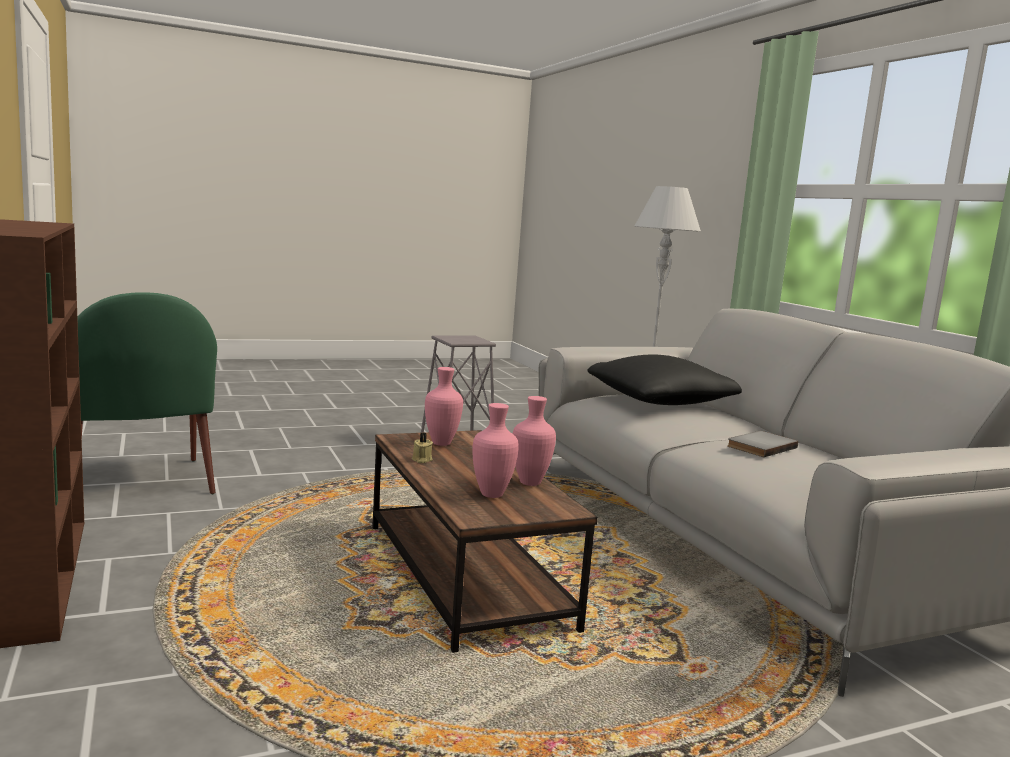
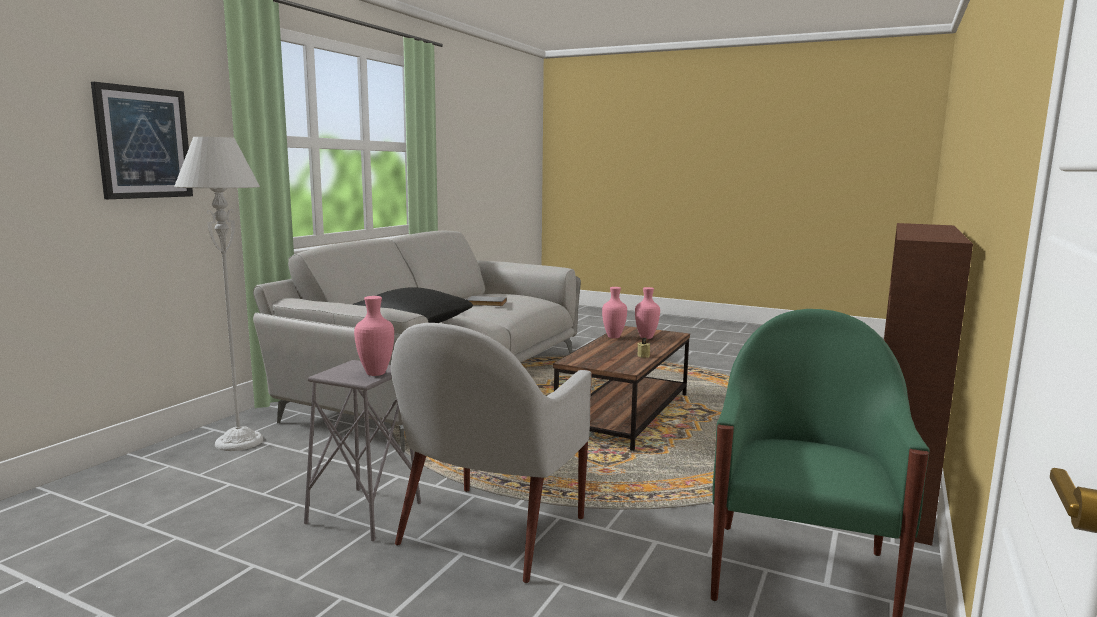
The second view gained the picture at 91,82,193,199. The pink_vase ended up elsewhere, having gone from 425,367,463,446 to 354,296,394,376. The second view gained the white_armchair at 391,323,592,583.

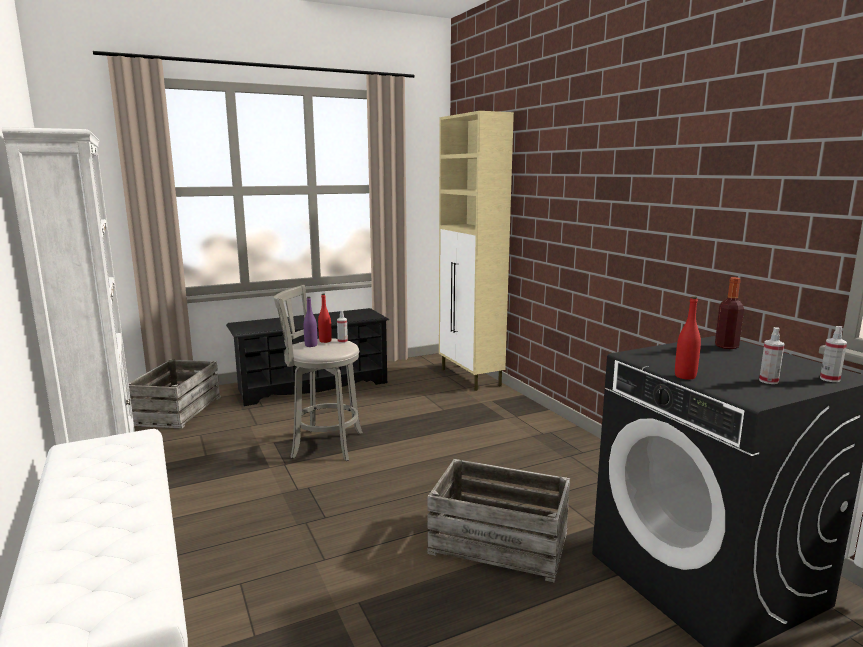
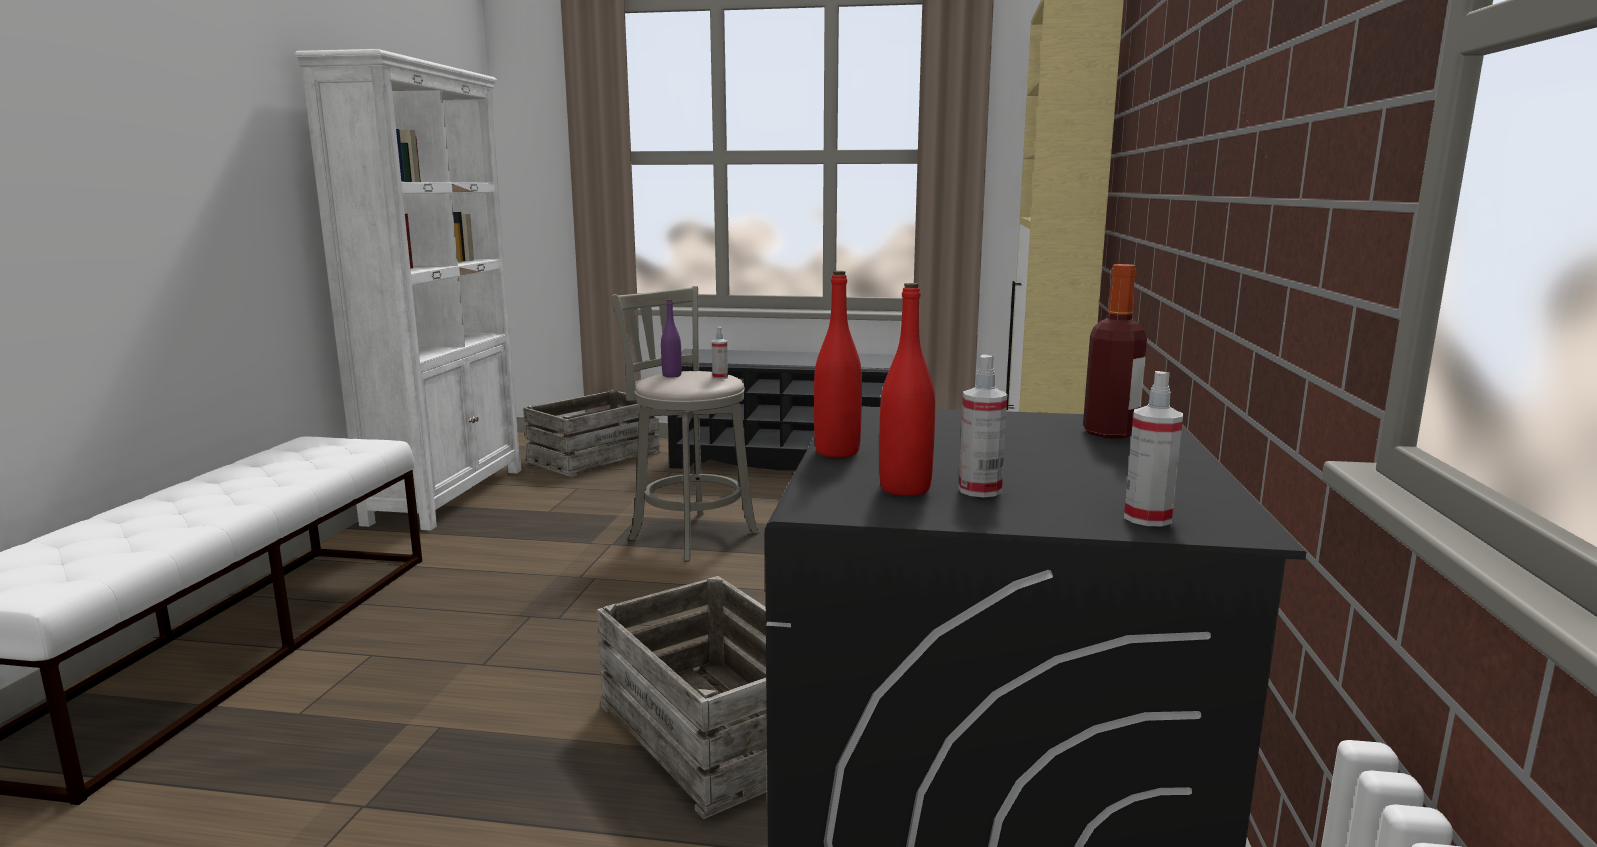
The red_bottle ended up elsewhere, having gone from 318,294,332,343 to 879,283,935,496.

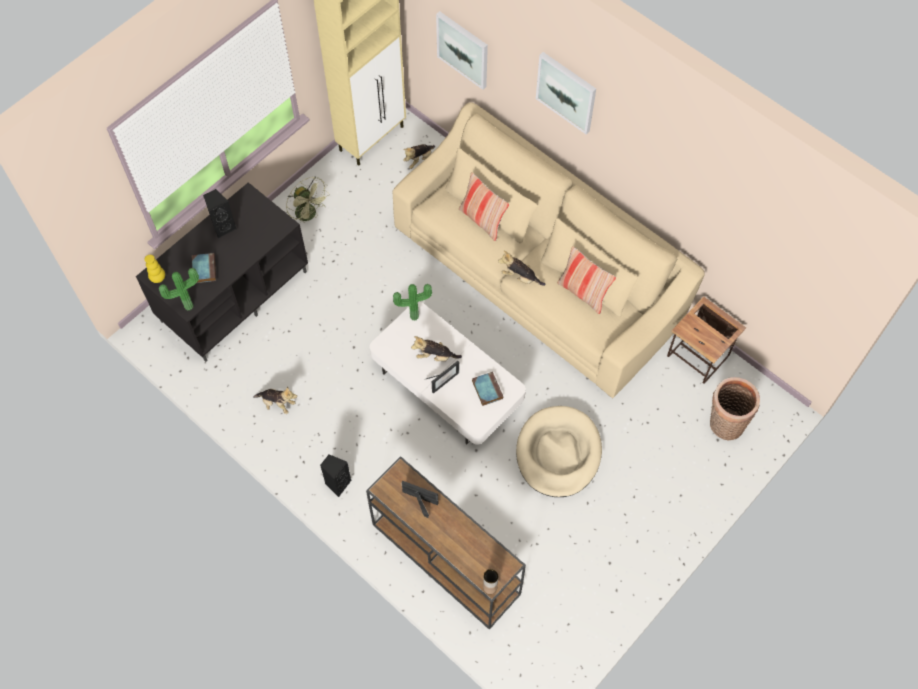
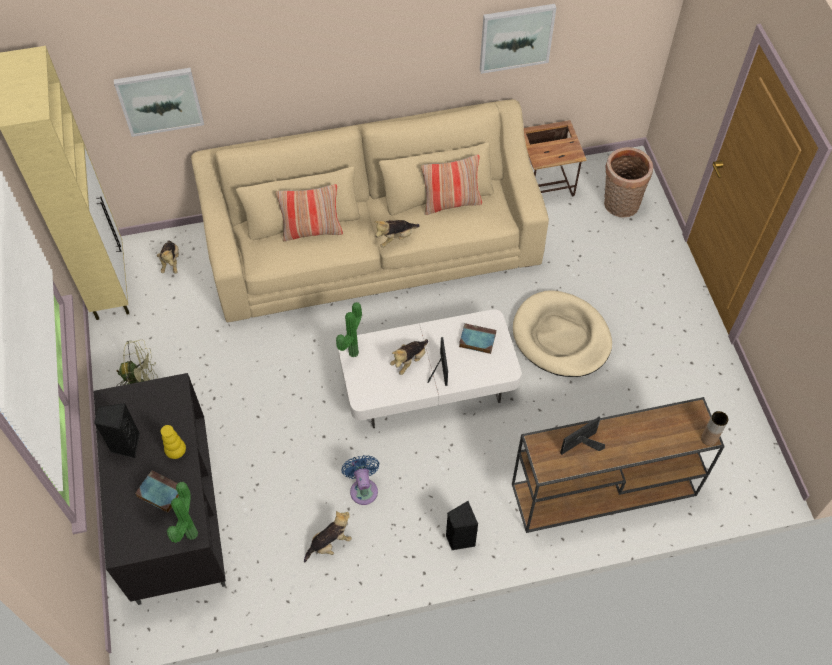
The yellow_vase ended up elsewhere, having gone from 145,255,165,283 to 161,425,186,459. The second view gained the blue_fan at 342,455,379,505. The picture ended up elsewhere, having gone from 536,52,596,135 to 480,4,556,74.

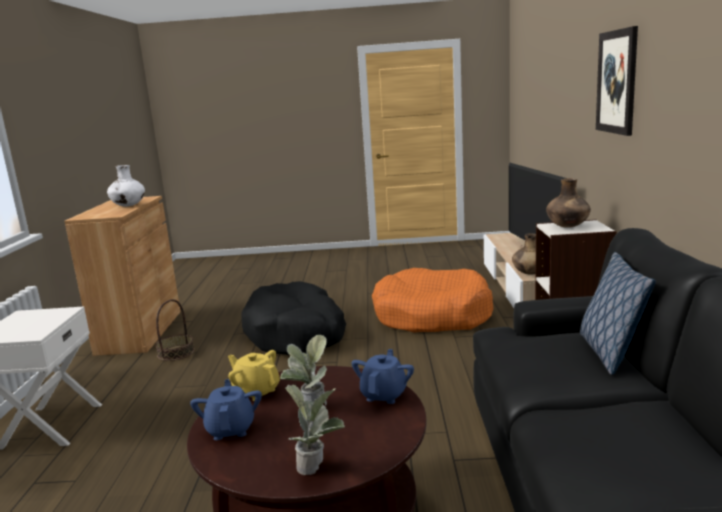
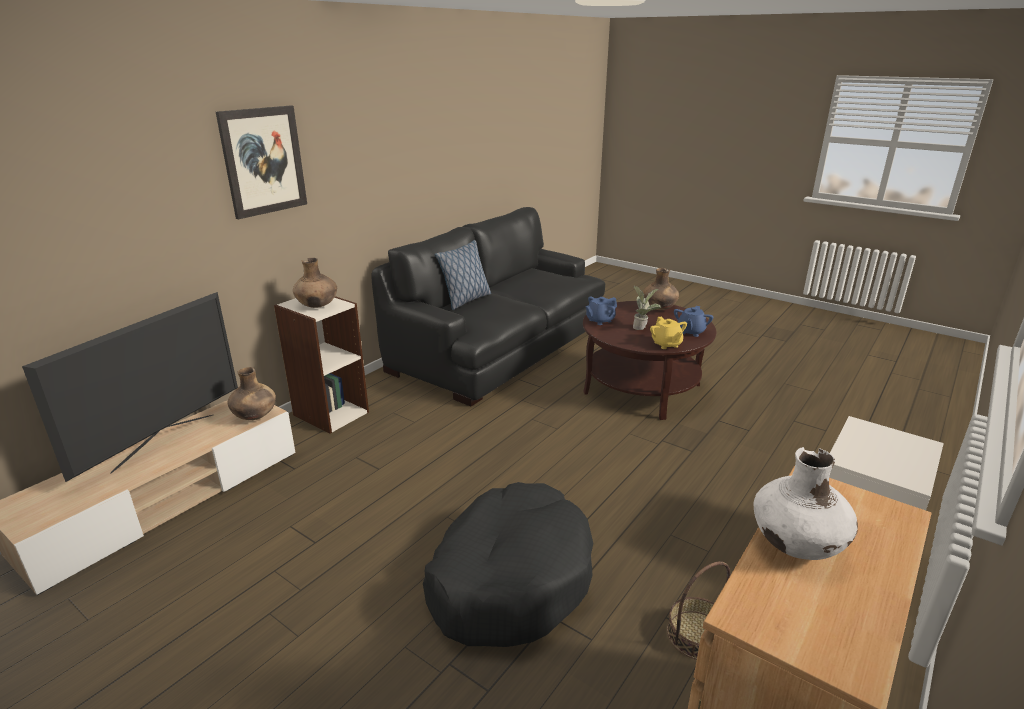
Where the potted_plant stood at 285,383,345,475, the brown_vase came to stand at 643,268,679,310. The second view lost the orange_dog_bed at 372,268,494,333.

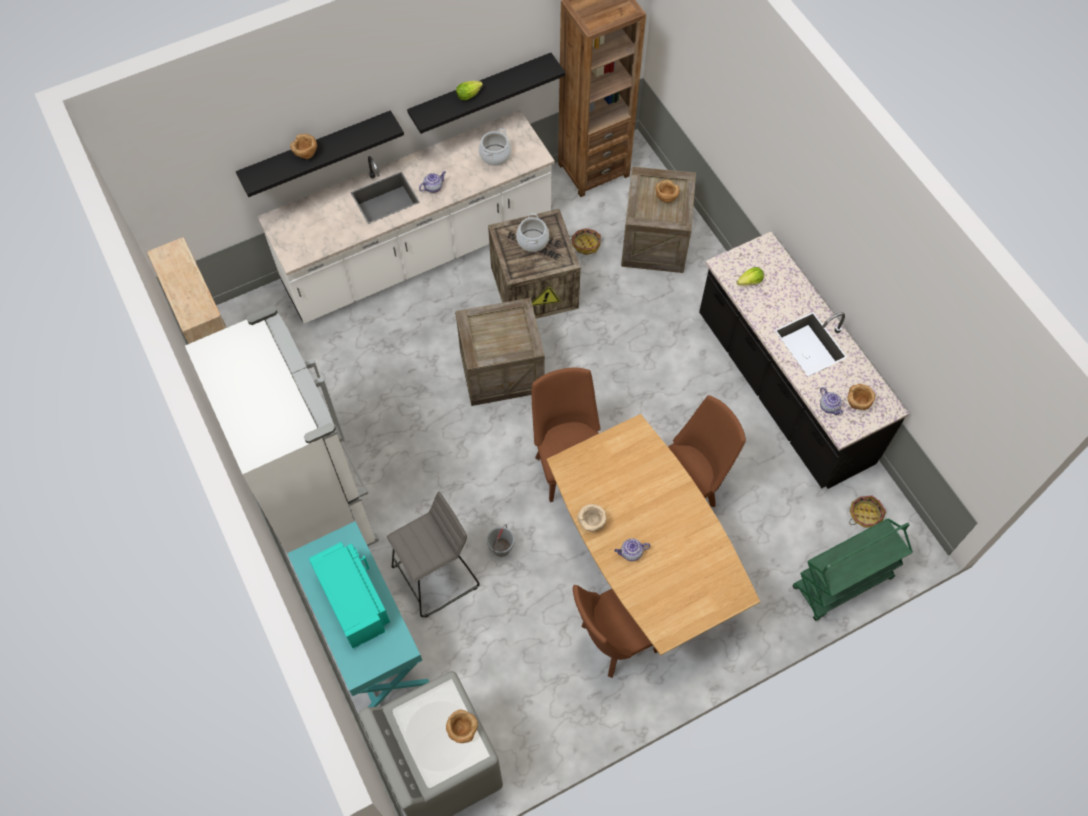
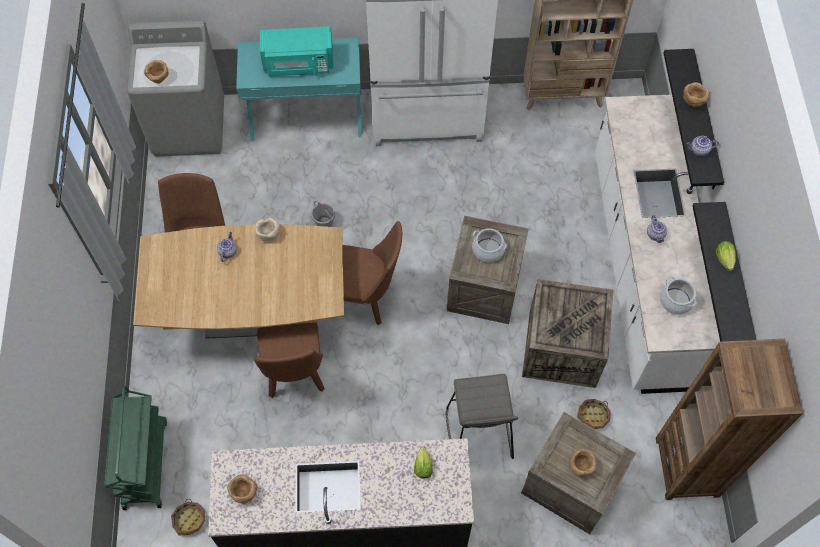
The grey_stool ended up elsewhere, having gone from 387,492,480,618 to 445,374,518,459. The cooking_pot ended up elsewhere, having gone from 516,213,549,252 to 472,228,507,262. The teapot ended up elsewhere, having gone from 820,387,844,415 to 686,136,719,157.

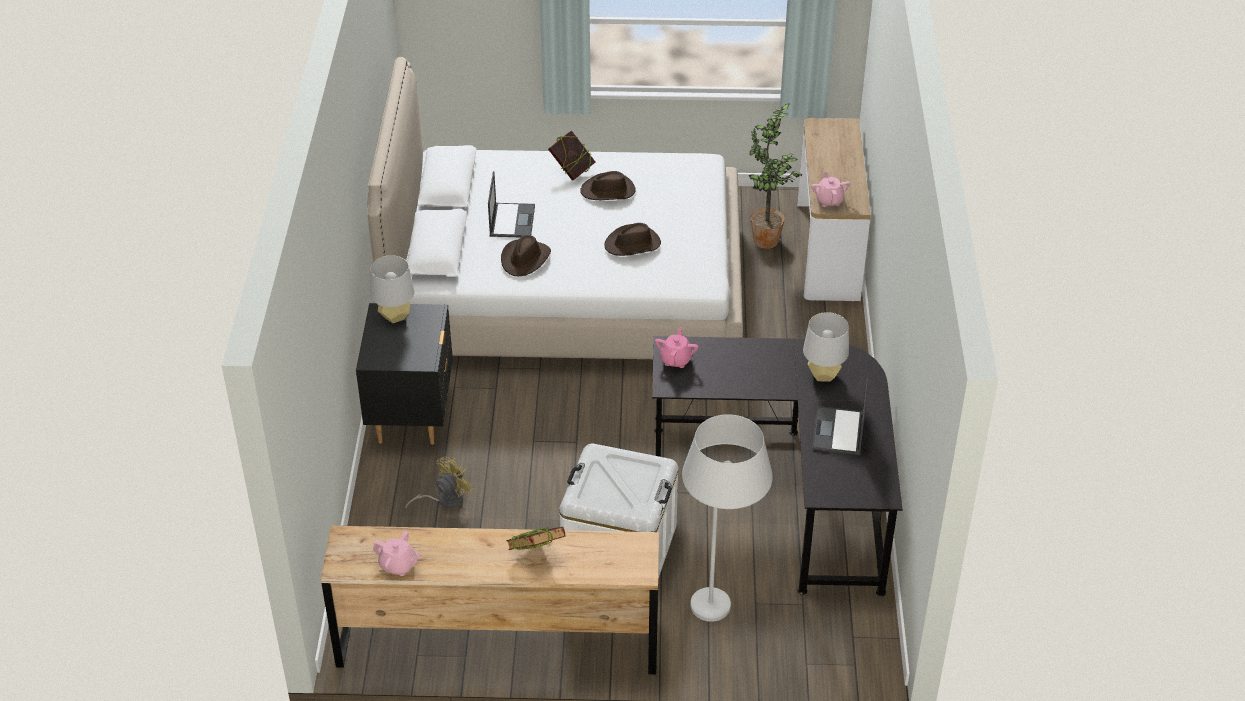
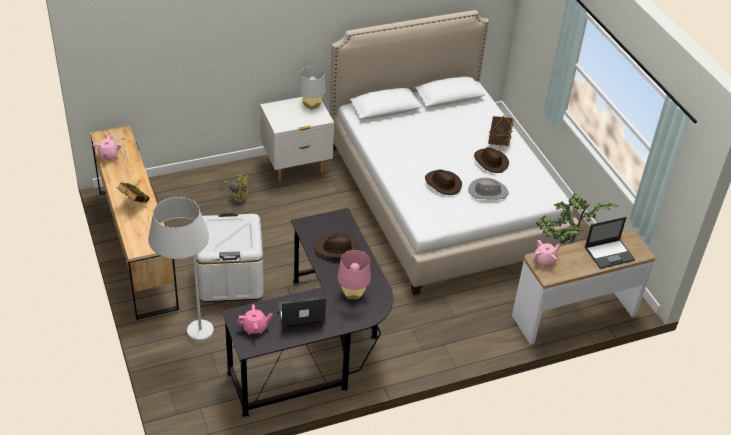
The pink_teapot ended up elsewhere, having gone from 655,327,698,368 to 237,304,273,334. What was the black_nightstand at 356,303,453,445 turned into the white_nightstand at 260,97,334,181. The brown_hat ended up elsewhere, having gone from 501,235,551,276 to 315,233,359,258. What was the grey_table_lamp at 803,312,849,382 turned into the pink_table_lamp at 338,250,371,299. The second view gained the grey_hat at 468,178,509,200. The laptop ended up elsewhere, having gone from 488,171,535,237 to 585,217,635,269.

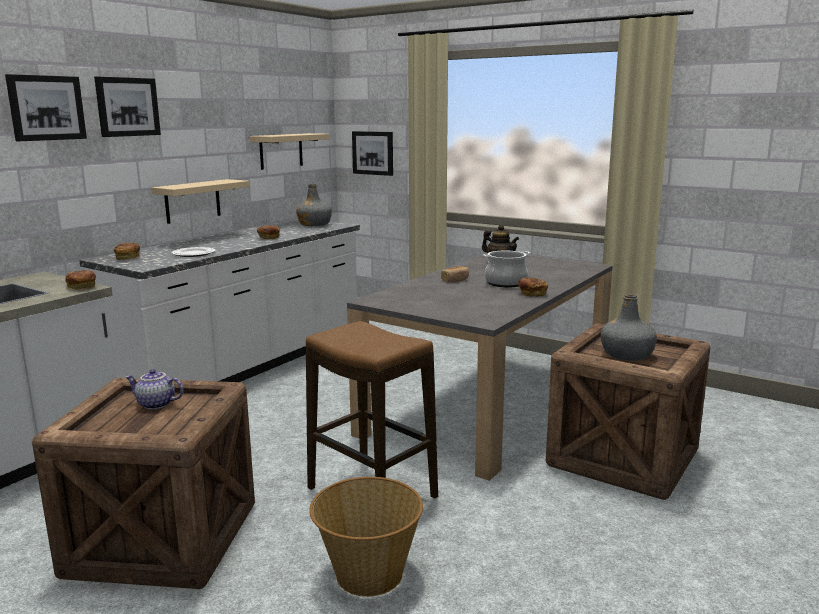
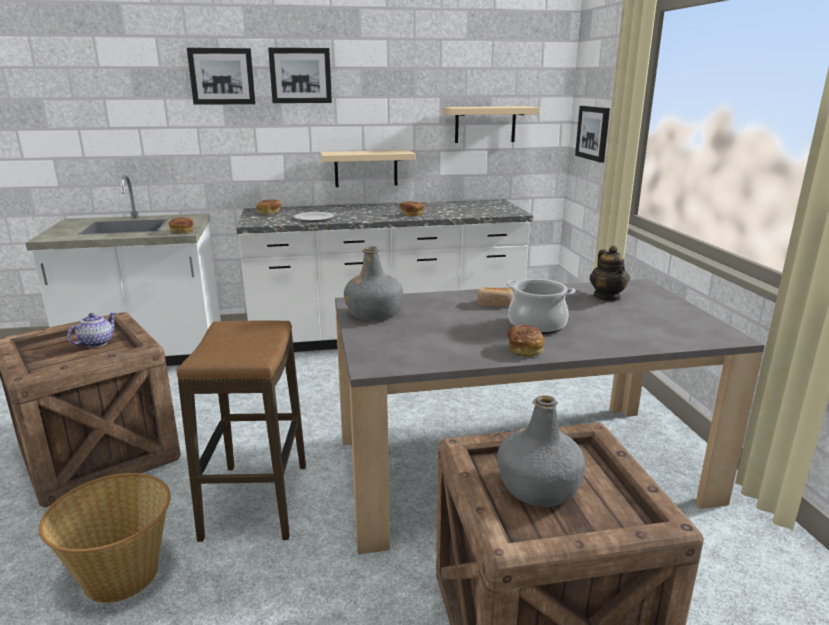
The teapot at 126,369,183,410 ended up facing another way, 60 degrees clockwise from before. The grey_bottle ended up elsewhere, having gone from 296,184,332,226 to 344,246,403,320.

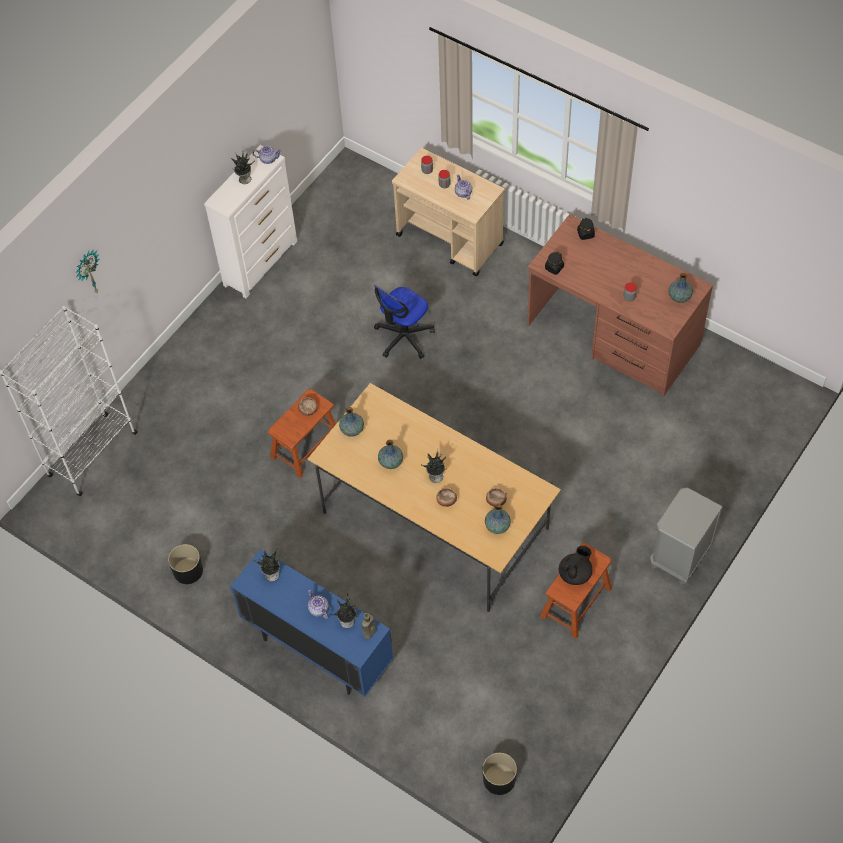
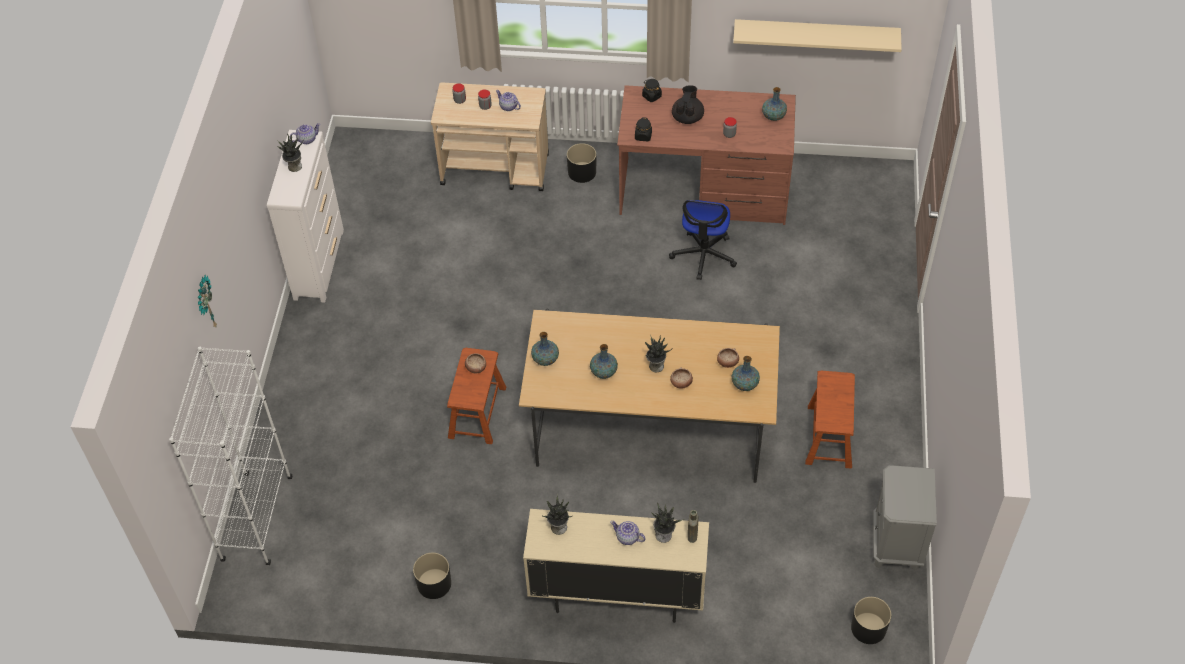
What was the blue_cabinet at 230,549,393,696 turned into the beige_cabinet at 523,509,709,623. The second view gained the black_planter at 567,143,596,183. The office_chair ended up elsewhere, having gone from 374,285,435,359 to 669,200,737,280. The black_teapot ended up elsewhere, having gone from 559,546,592,585 to 672,85,704,124. The second view gained the beige_shelf at 733,19,902,52. The grey_nightstand ended up elsewhere, having gone from 650,487,723,585 to 873,465,937,571.

